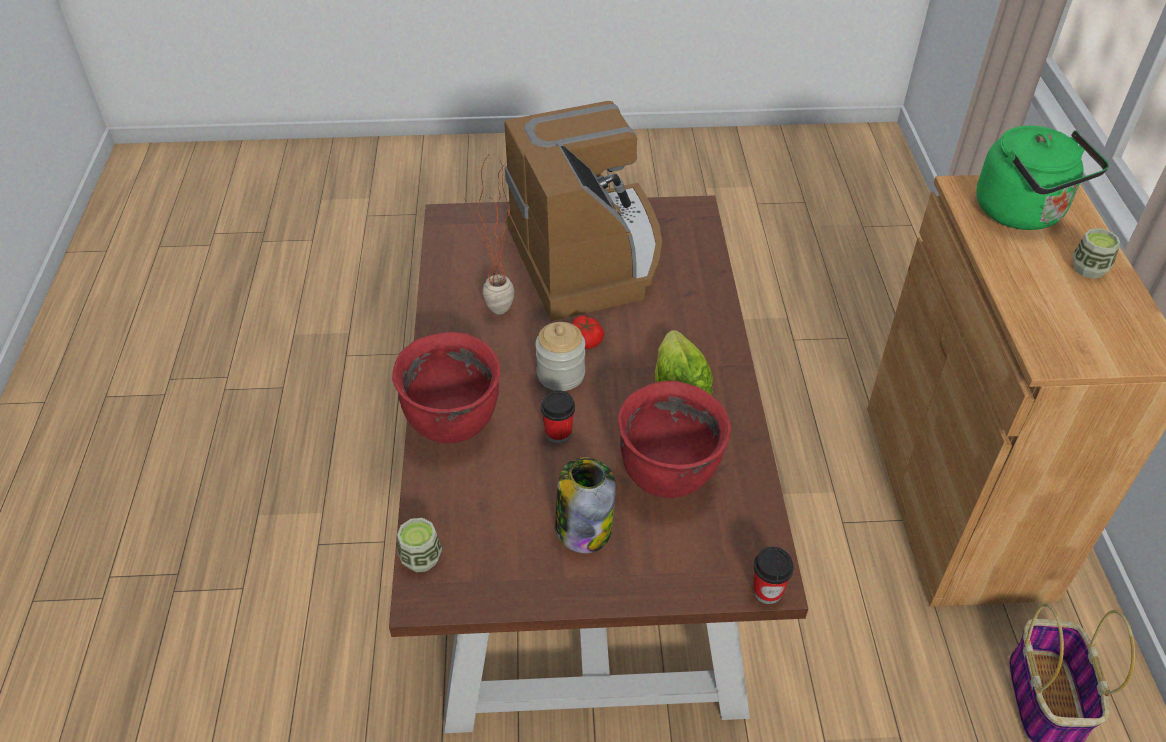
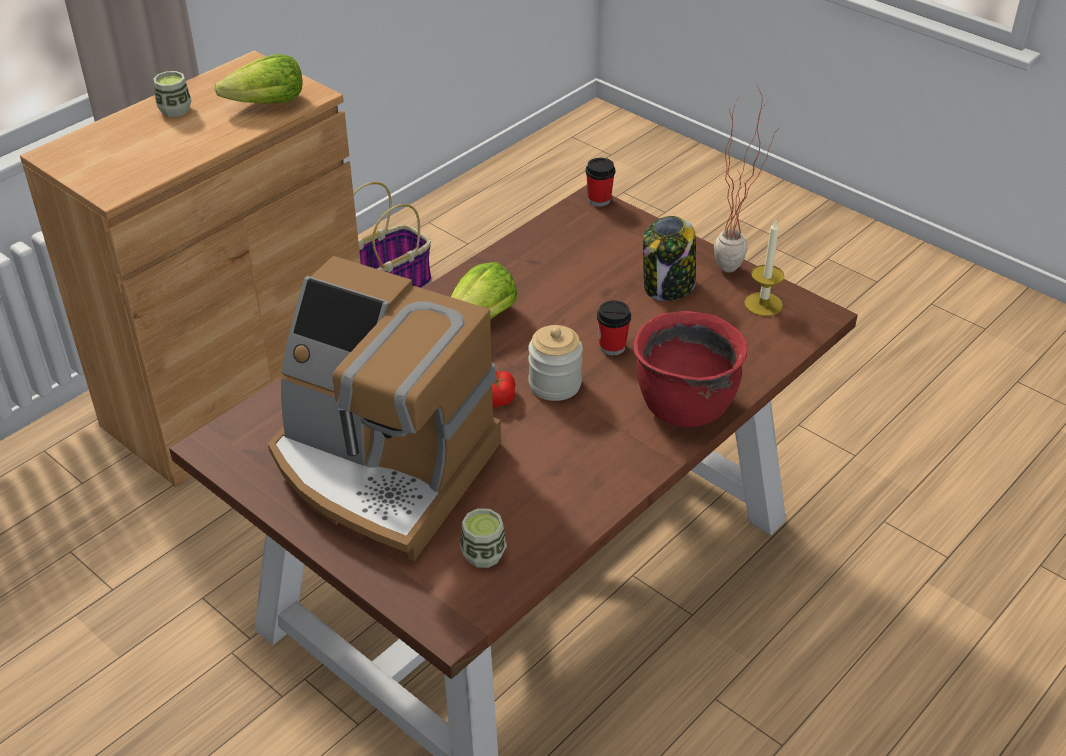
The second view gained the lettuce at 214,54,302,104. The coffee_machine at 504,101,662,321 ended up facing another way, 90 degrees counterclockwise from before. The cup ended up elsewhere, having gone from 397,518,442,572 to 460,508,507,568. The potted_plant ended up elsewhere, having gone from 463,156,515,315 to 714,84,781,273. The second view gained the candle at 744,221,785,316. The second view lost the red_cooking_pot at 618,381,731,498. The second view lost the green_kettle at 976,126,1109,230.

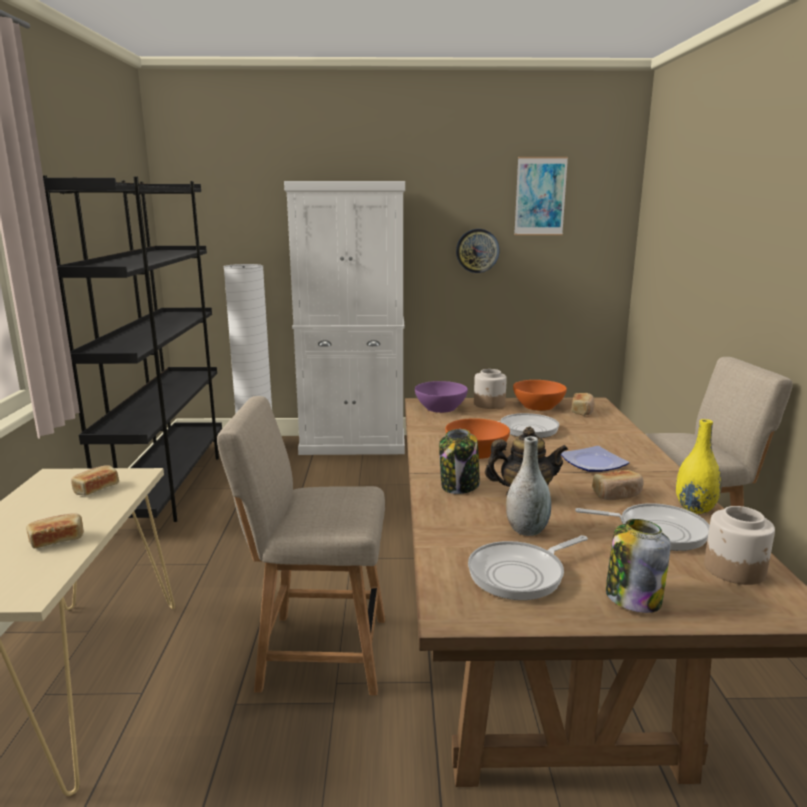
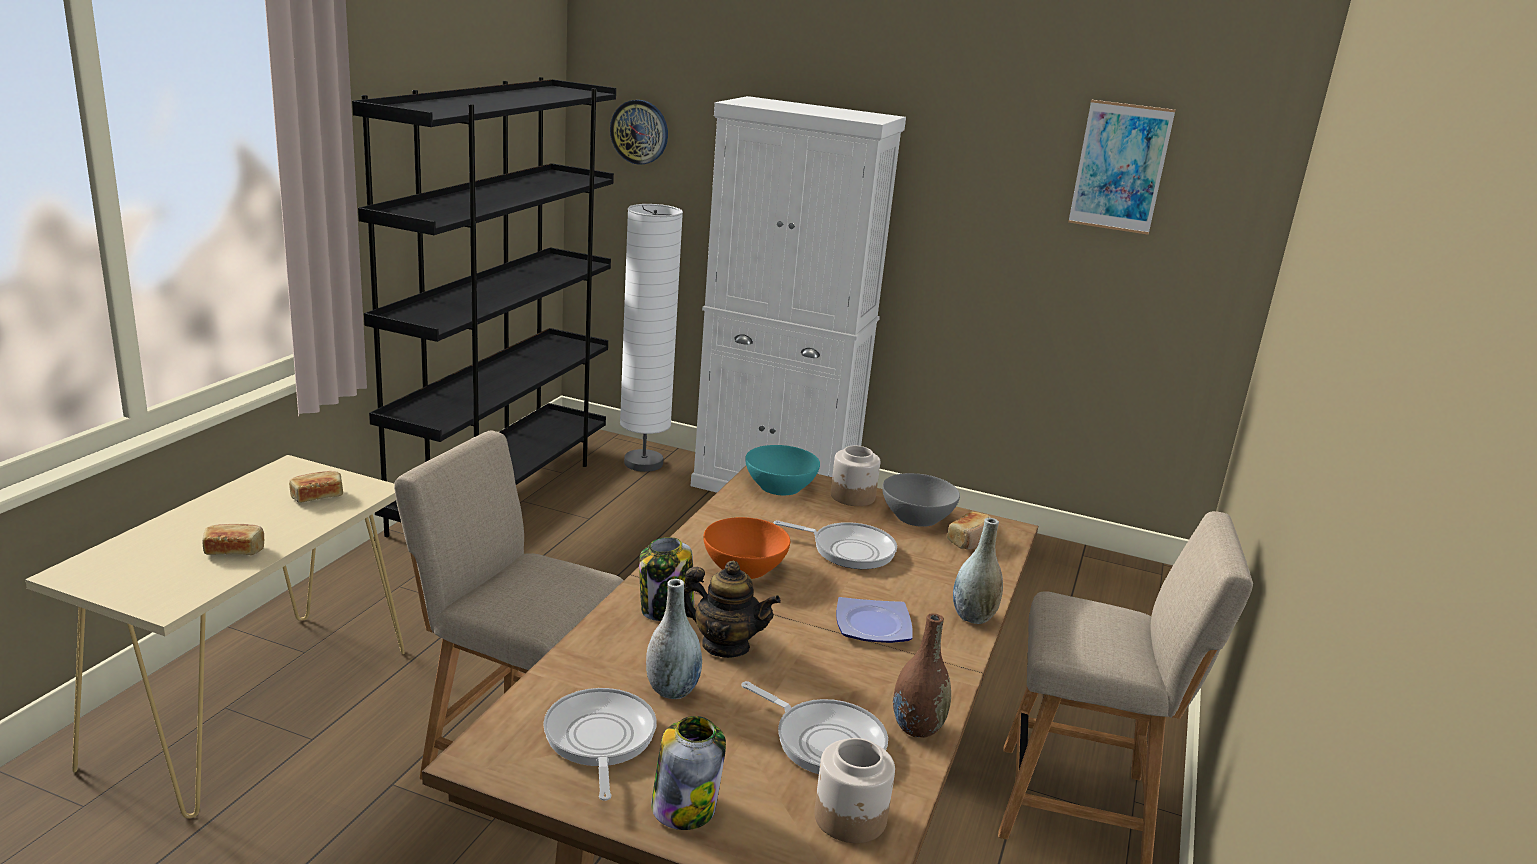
The frying_pan at 468,535,588,600 ended up facing another way, 90 degrees clockwise from before. The wall_clock ended up elsewhere, having gone from 456,229,500,273 to 610,100,668,165. What was the purple_bowl at 415,381,468,413 turned into the turquoise_bowl at 745,445,820,495. What was the orange_bowl at 513,380,567,411 turned into the grey_bowl at 882,473,960,527. What was the yellow_vase at 676,419,722,514 turned into the brown_vase at 893,613,951,738. The second view gained the grey_vase at 953,518,1003,624. The second view lost the bread at 592,470,644,500.

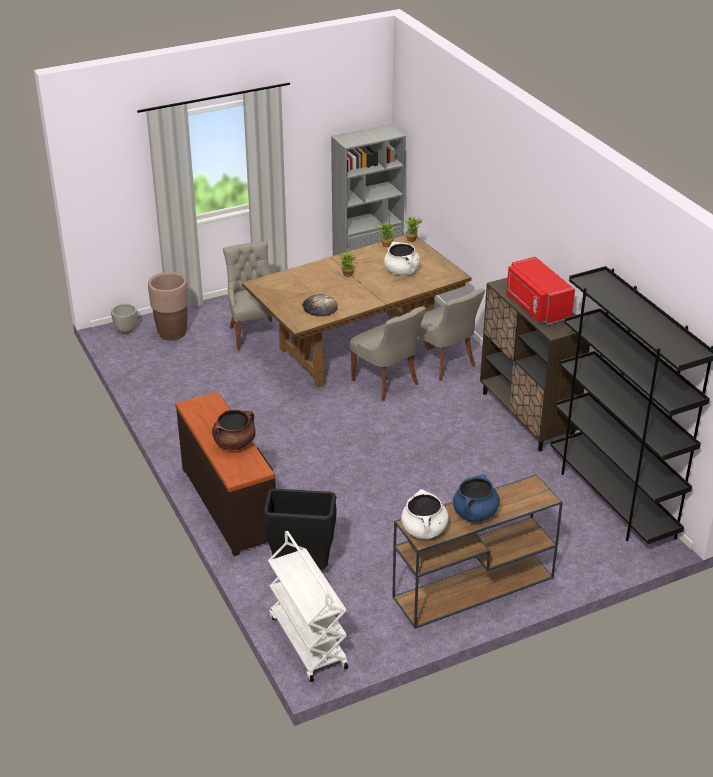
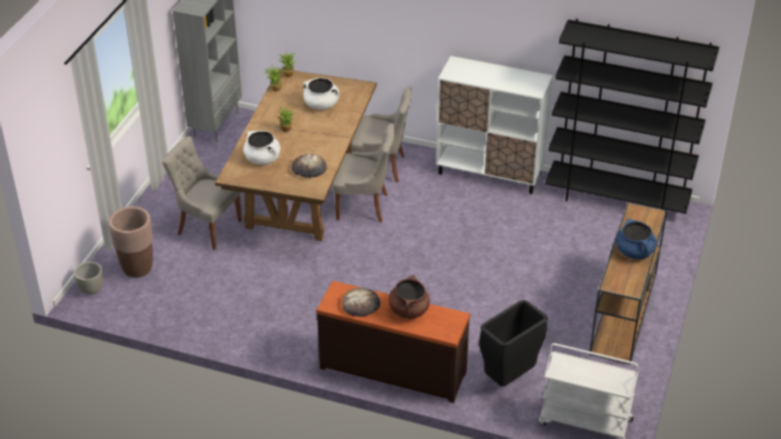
The white_cooking_pot ended up elsewhere, having gone from 401,489,449,539 to 243,130,280,165. The second view gained the bread at 342,288,380,317. What was the brown_cabinet at 480,277,590,452 turned into the white_cabinet at 436,56,553,194. The second view lost the red_microwave at 506,257,575,324.

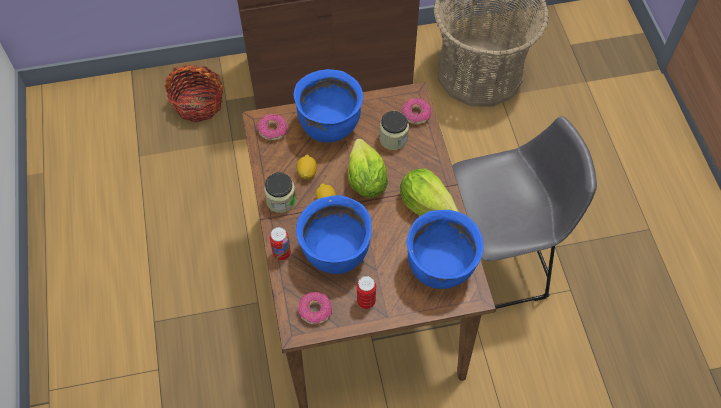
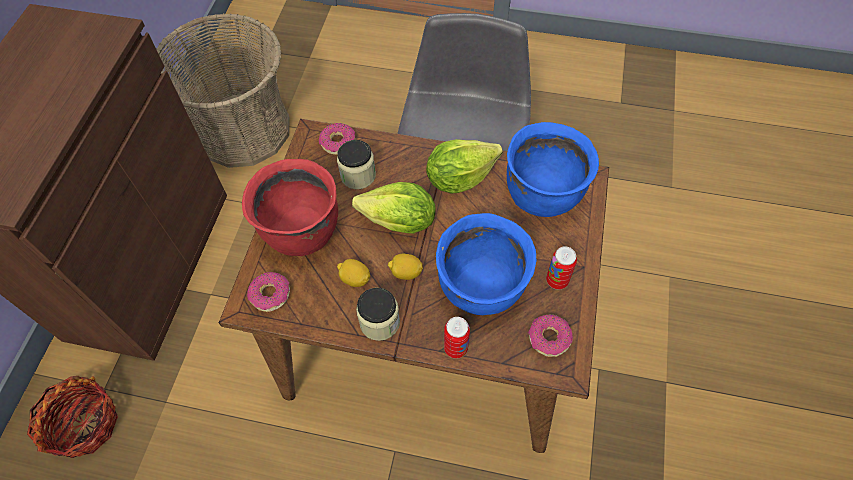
What was the blue_cooking_pot at 294,69,363,142 turned into the red_cooking_pot at 242,159,338,256.

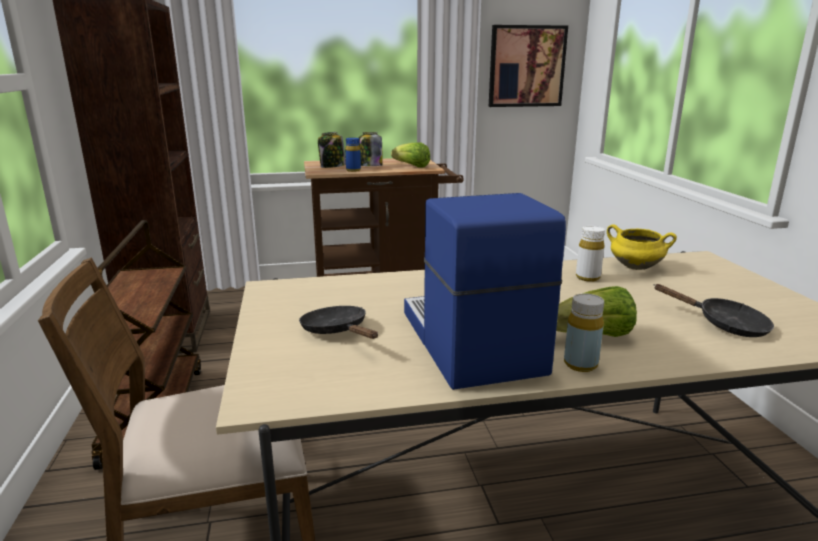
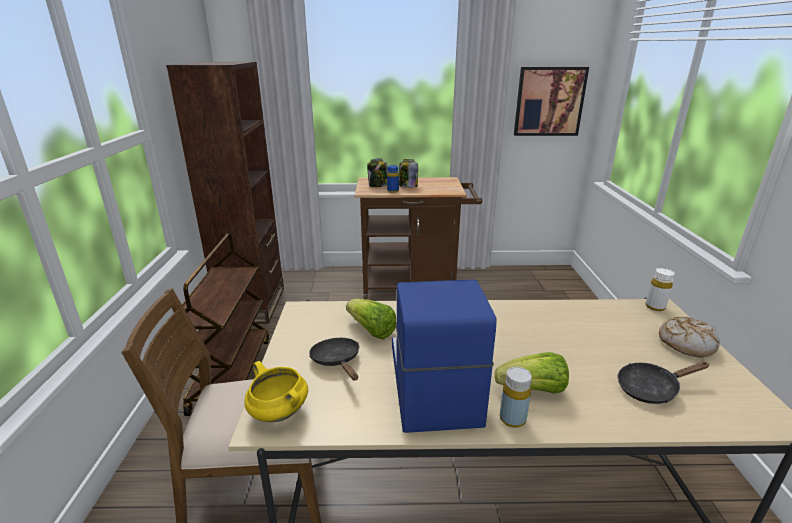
The yellow_cooking_pot ended up elsewhere, having gone from 607,224,677,270 to 244,361,308,422. The lettuce ended up elsewhere, having gone from 391,142,430,167 to 346,299,397,339. The black_frying_pan at 654,284,774,337 ended up facing another way, 120 degrees clockwise from before. The white_bottle ended up elsewhere, having gone from 576,226,605,282 to 645,268,675,311. The second view gained the bread at 659,317,720,358.

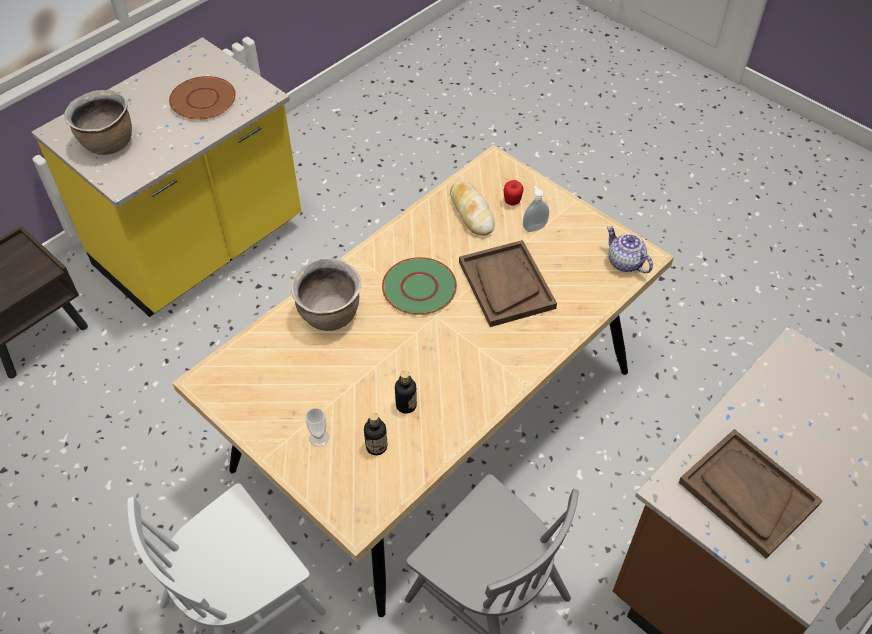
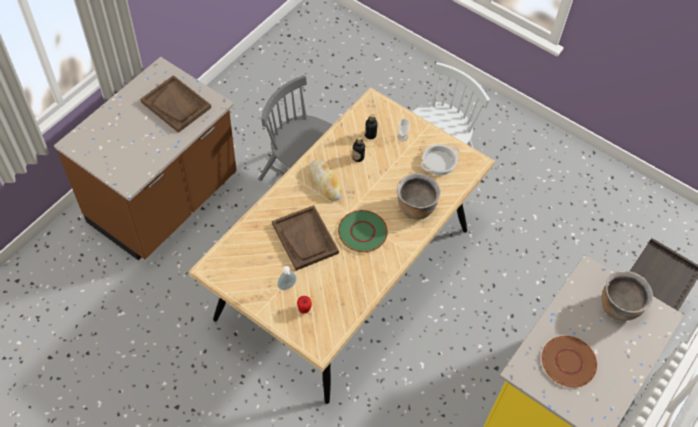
The bread ended up elsewhere, having gone from 450,181,495,236 to 309,160,342,201. The second view gained the cooking_pot at 421,144,460,175. The second view lost the teapot at 607,226,653,273.

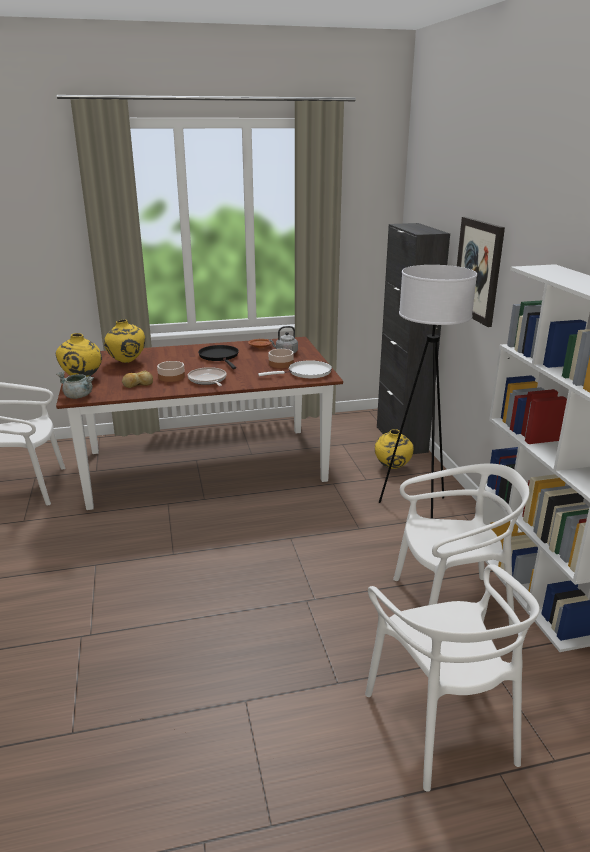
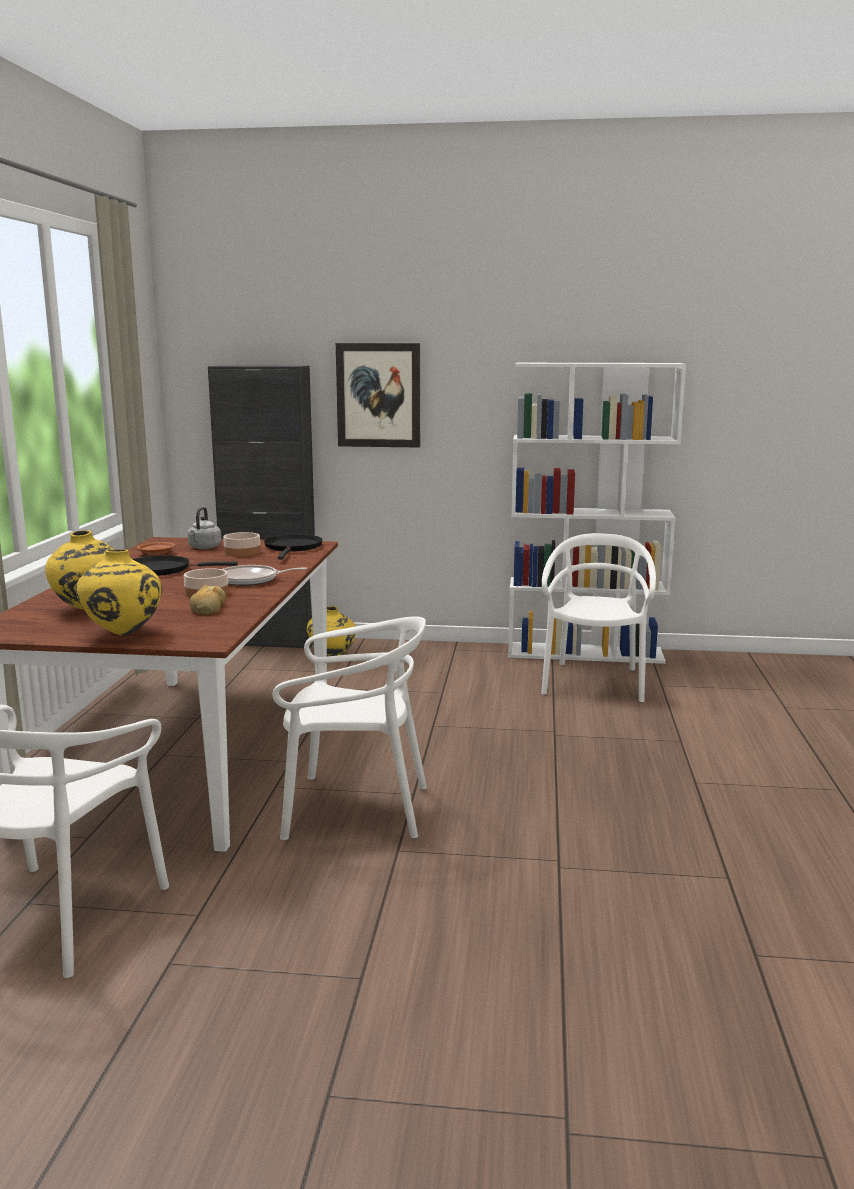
What was the white_frying_pan at 258,360,332,378 turned into the black_frying_pan at 264,534,323,559. The white_chair ended up elsewhere, having gone from 365,564,540,792 to 272,616,427,840. The second view lost the grey_cooking_pot at 56,372,94,399. The second view lost the white_floor_lamp at 379,265,477,519.

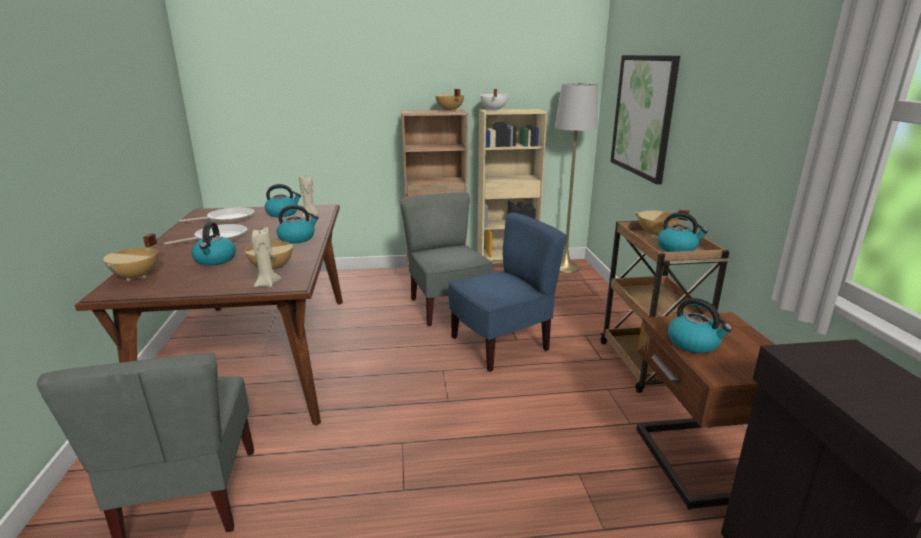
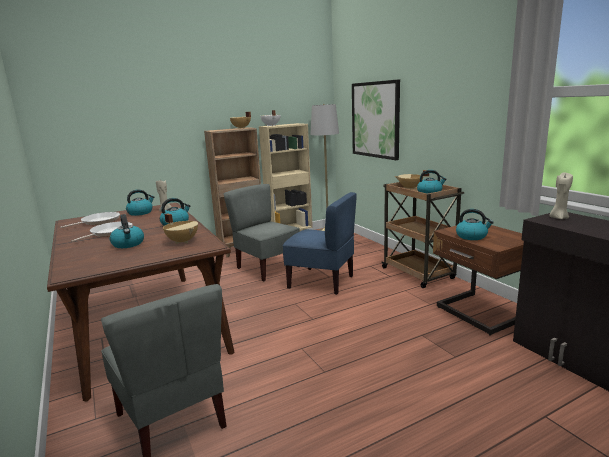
The blue_chair at 448,213,567,372 ended up facing another way, 75 degrees clockwise from before. The beige_candle ended up elsewhere, having gone from 251,227,282,288 to 549,172,573,219. The second view lost the beige_cooking_pot at 103,233,158,281.

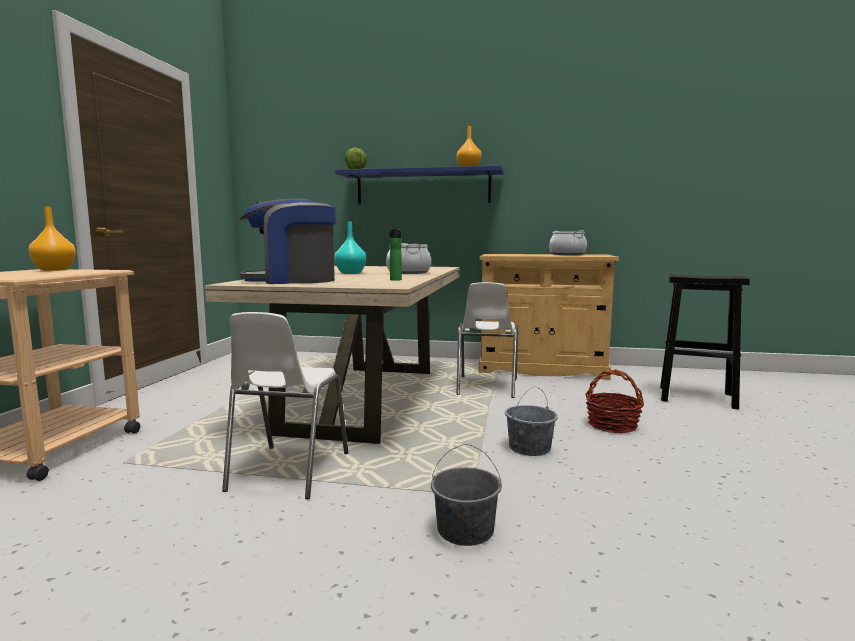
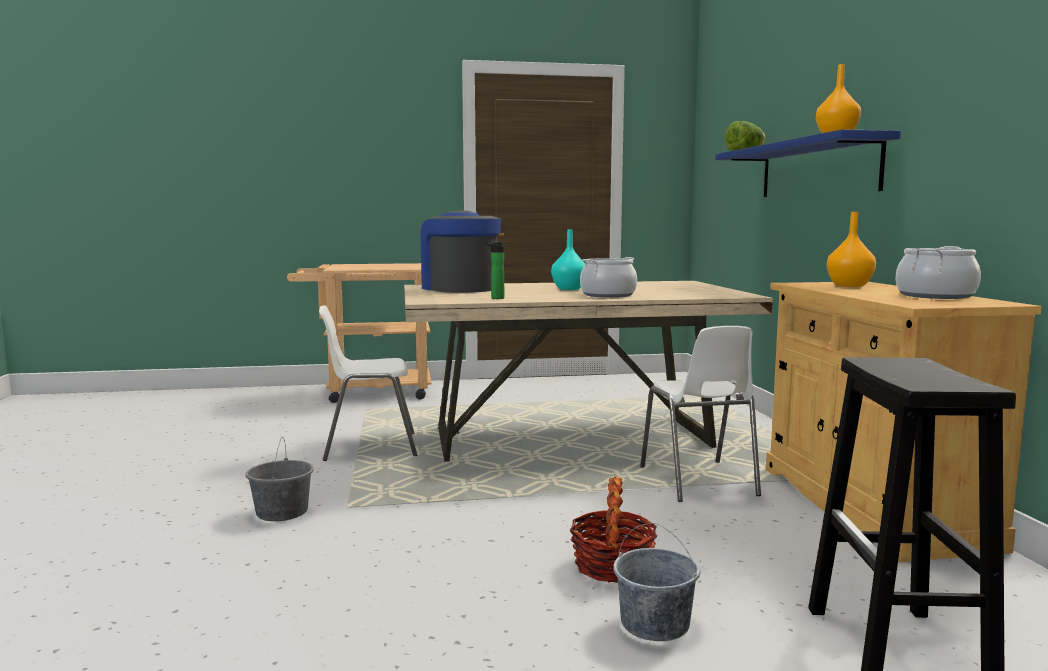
The grey_bucket ended up elsewhere, having gone from 505,387,558,456 to 613,523,700,641. The white_chair at 456,282,518,398 ended up facing another way, 90 degrees counterclockwise from before. The orange_vase ended up elsewhere, having gone from 29,206,76,271 to 827,212,876,287.

